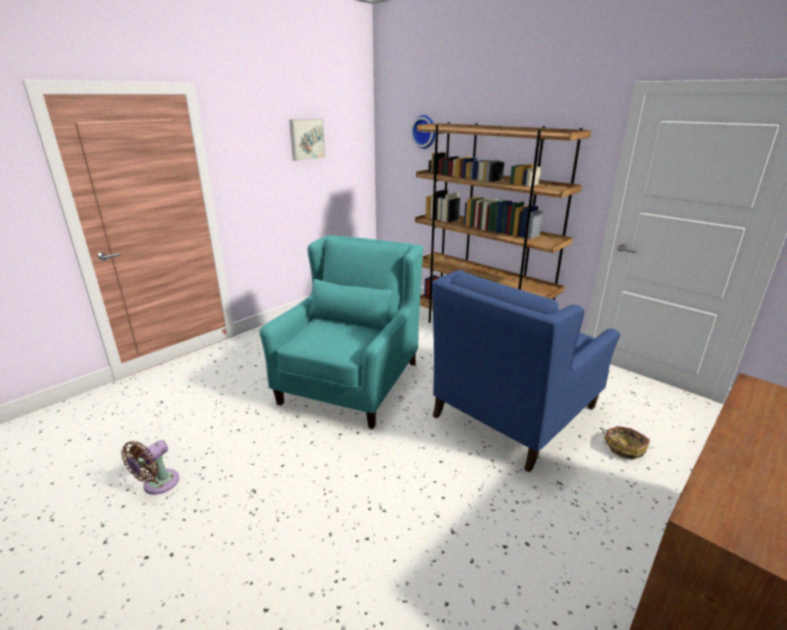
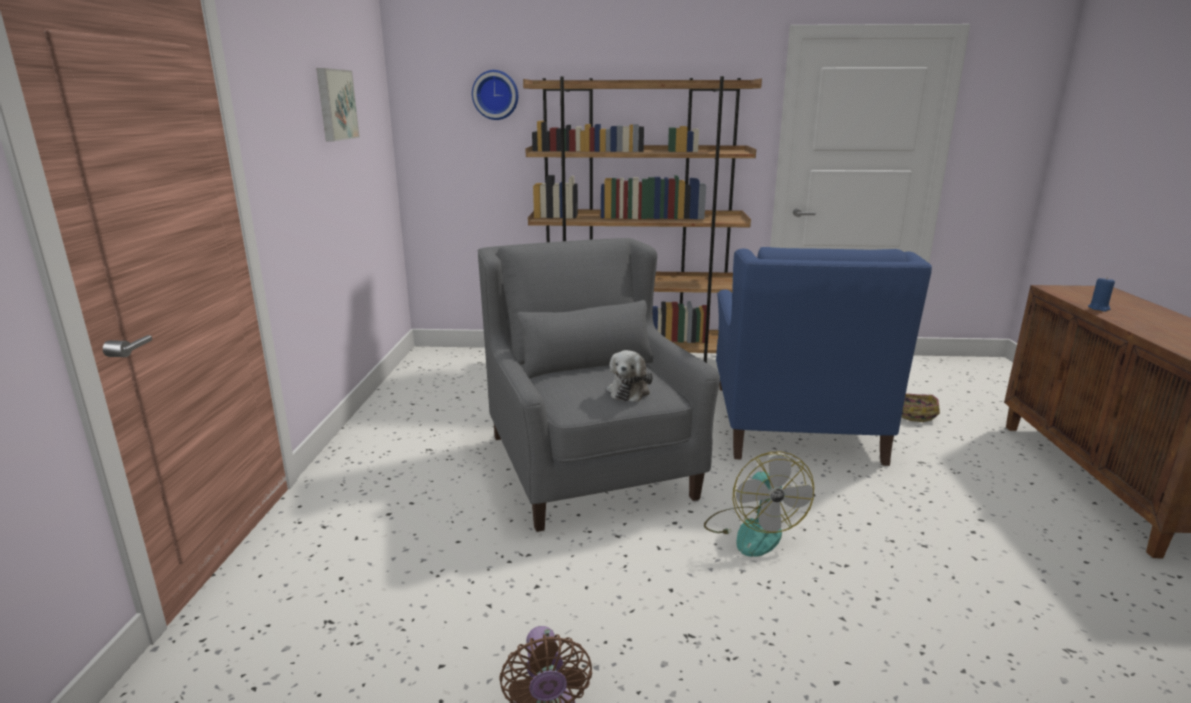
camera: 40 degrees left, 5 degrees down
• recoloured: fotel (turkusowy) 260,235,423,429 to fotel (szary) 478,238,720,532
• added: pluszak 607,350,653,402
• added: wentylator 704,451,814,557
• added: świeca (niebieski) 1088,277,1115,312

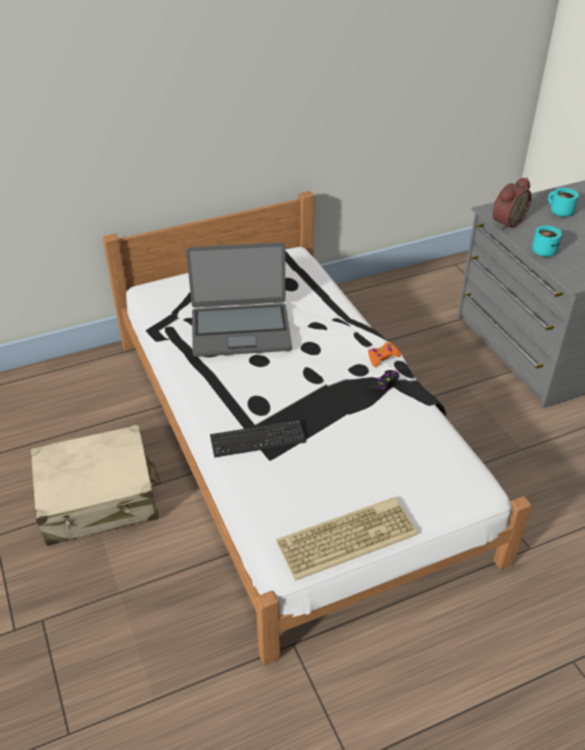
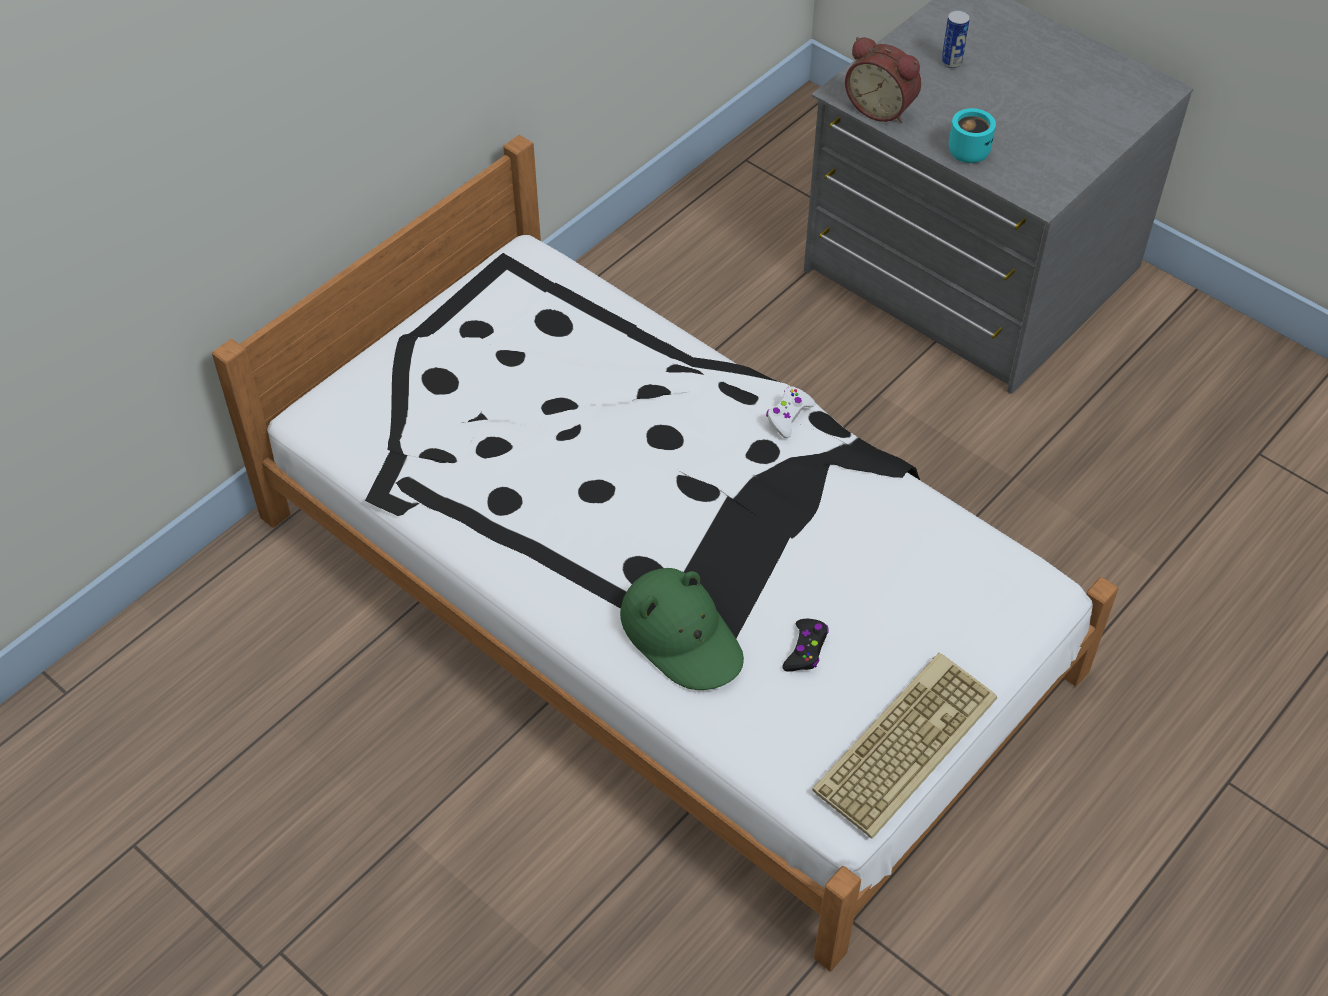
camera: 25 degrees left, 10 degrees up
• removed: walizka (beżowy) 31,424,161,546
• removed: laptop 186,242,292,357
• replaced: klawiatura 210,420,306,458 to kapelusz (zielony) 620,568,744,690
• moved: pad do gier (czarny) 367,370,400,391 to 782,618,829,672
• recoloured: pad do gier (pomarańczowy) 368,342,401,367 to pad do gier (biały) 766,386,815,438
• turned: budzik 492,177,532,230 = 845,37,921,123 105 degrees clockwise
• replaced: kubek (turkusowy) 548,188,579,217 to puszka 941,10,970,69

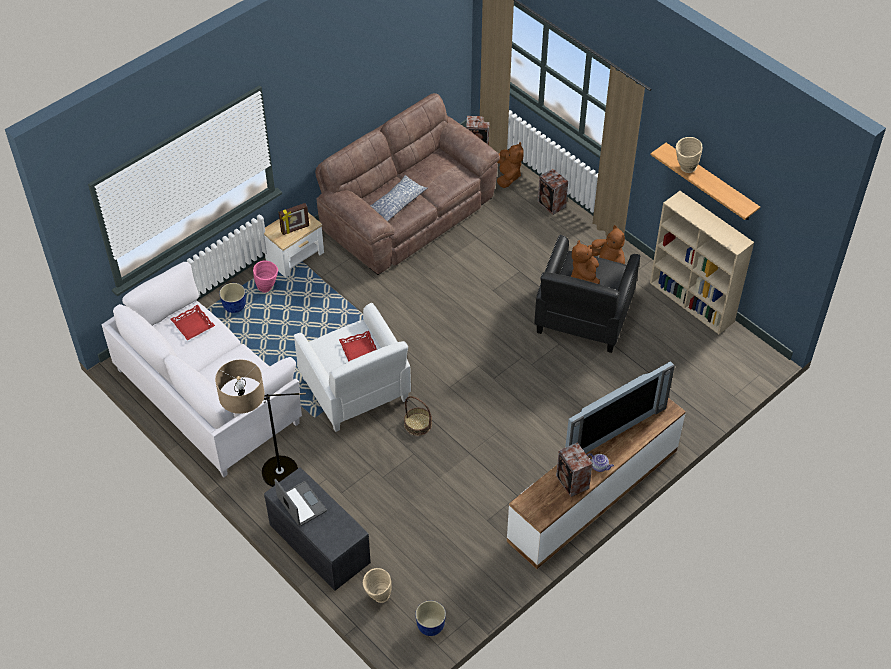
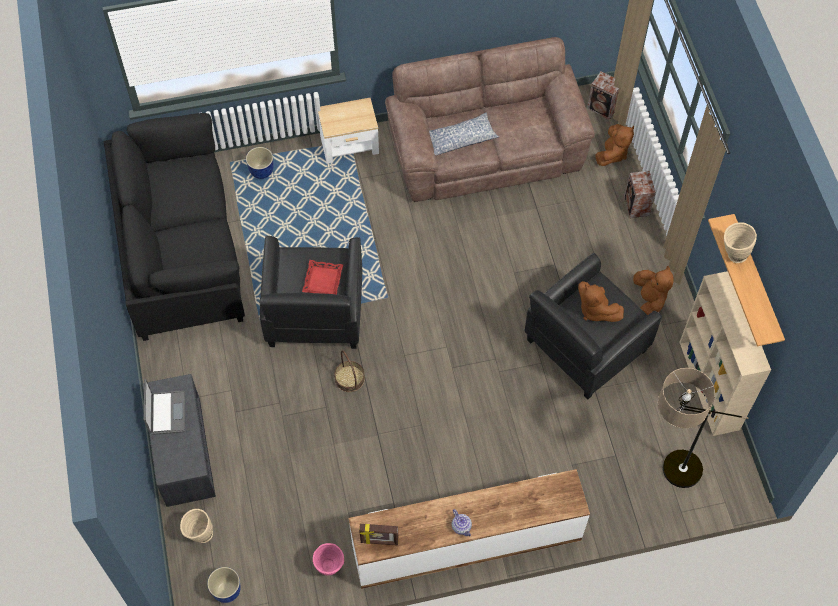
camera: 30 degrees right, 10 degrees up
• recoloured: kanapa (biały) 102,262,302,477 to kanapa (czarny) 103,113,245,341
• removed: taca (czerwony) 170,305,215,341
• moved: lampa stojąca 215,359,306,487 to 658,368,748,488
• moved: wazon (różowy) 253,260,278,293 to 313,543,344,575
• moved: ramka na zdjęcie 279,203,309,235 to 359,524,399,545
• recoloured: fotel (biały) 294,303,411,432 to fotel (czarny) 260,236,362,349
• removed: głośnik 556,442,593,497
• removed: telewizor 565,361,675,453
• turned: pluszak (brązowy) 571,240,600,284 = 578,281,624,322 75 degrees counterclockwise

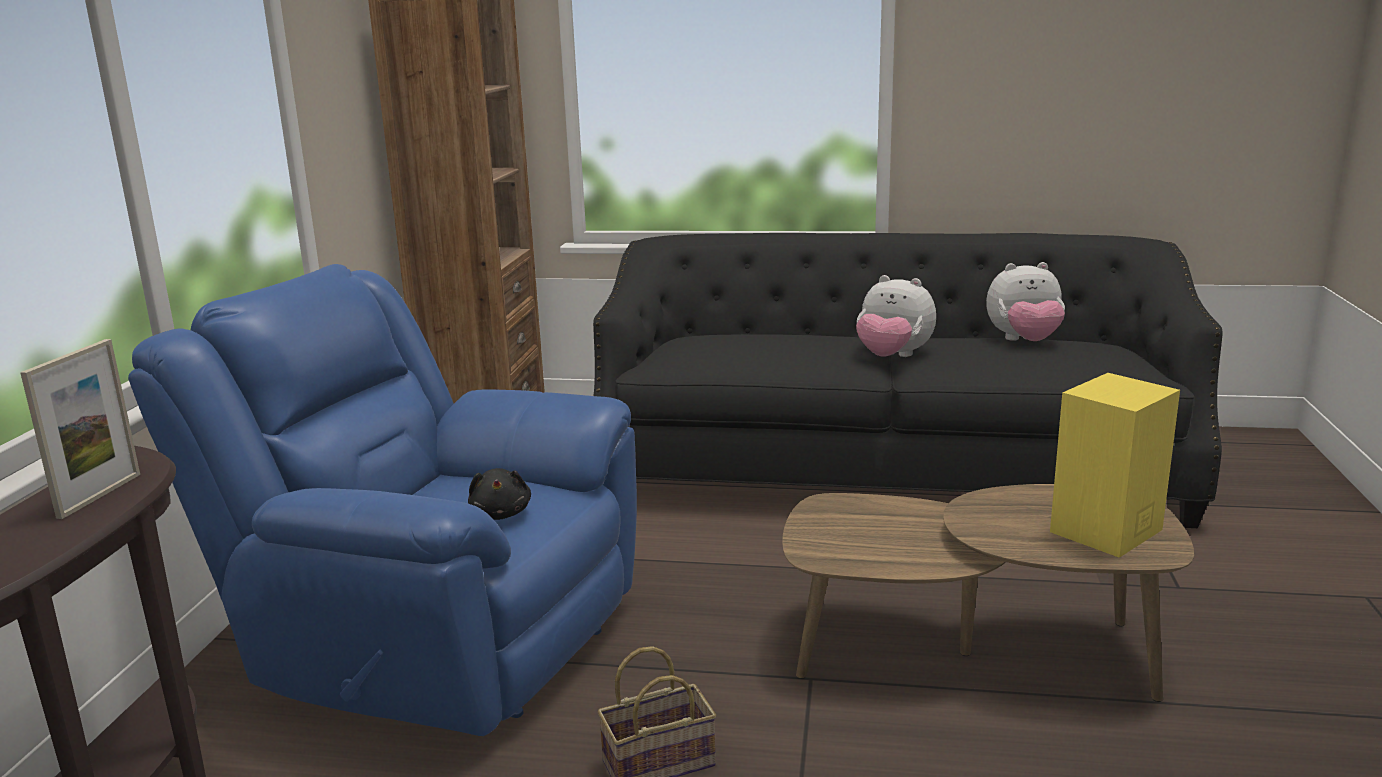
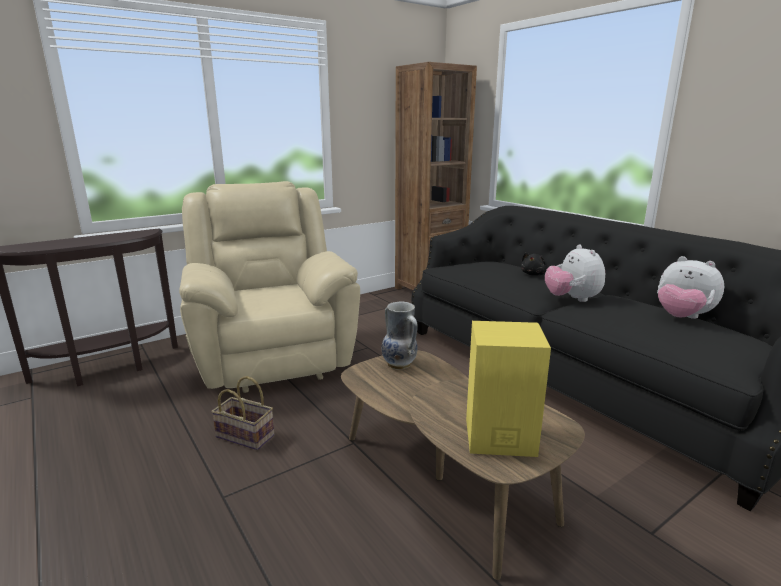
camera: 45 degrees right, 0 degrees up
• removed: ramka na zdjęcie 20,339,140,519
• recoloured: fotel (niebieski) 128,264,637,736 to fotel (beżowy) 179,181,360,393
• moved: pluszak (czarny) 468,468,531,520 to 521,252,549,276
• added: wazon 382,301,418,370

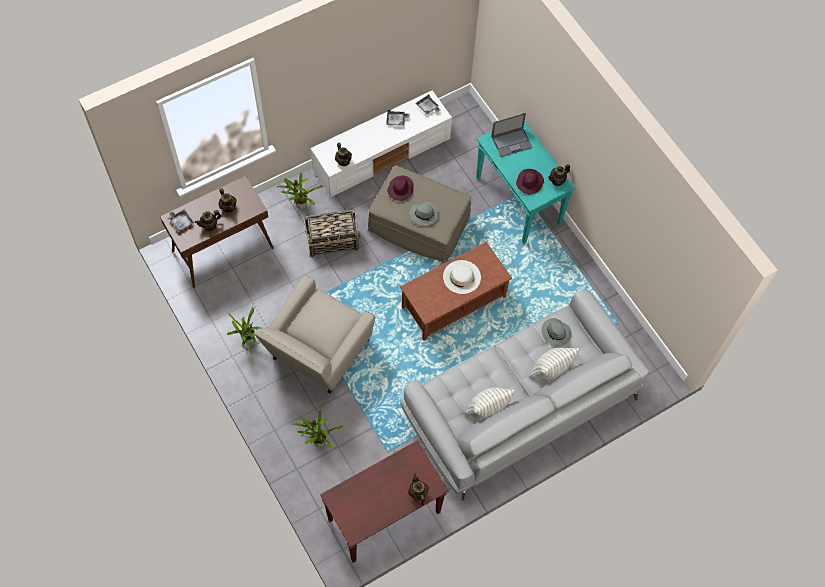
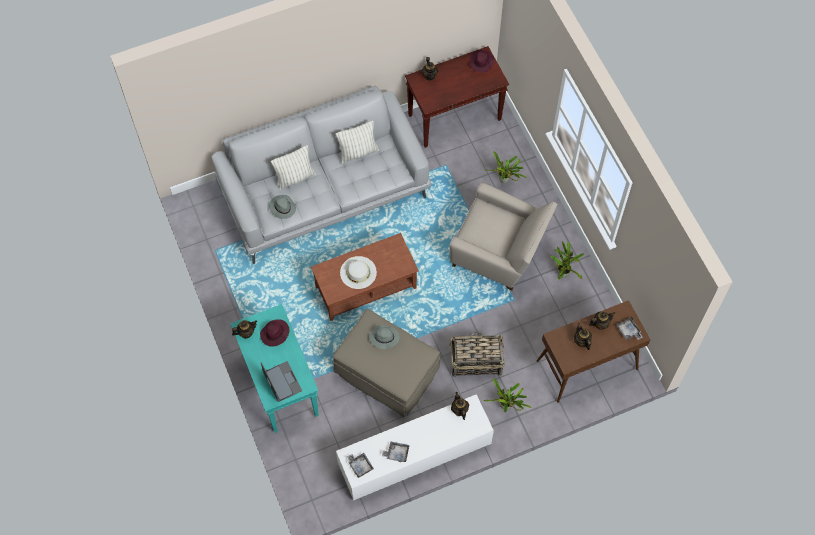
camera: 170 degrees left, 0 degrees up
• turned: fotel (beżowy) 254,275,376,394 = 449,183,558,291 75 degrees clockwise
• moved: kapelusz (fioletowy) 387,175,414,201 to 469,50,495,73
• turned: laptop 492,113,532,157 = 261,361,302,402 75 degrees clockwise

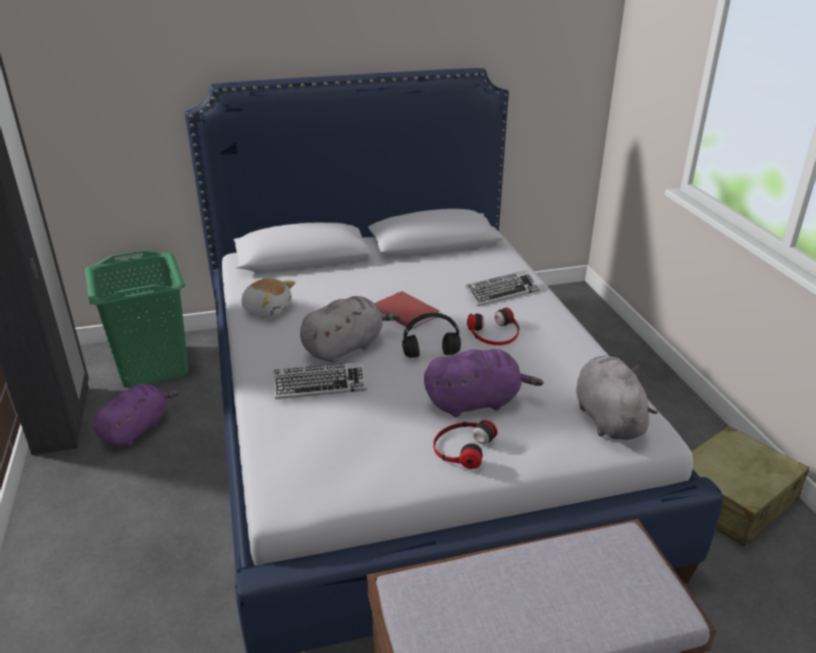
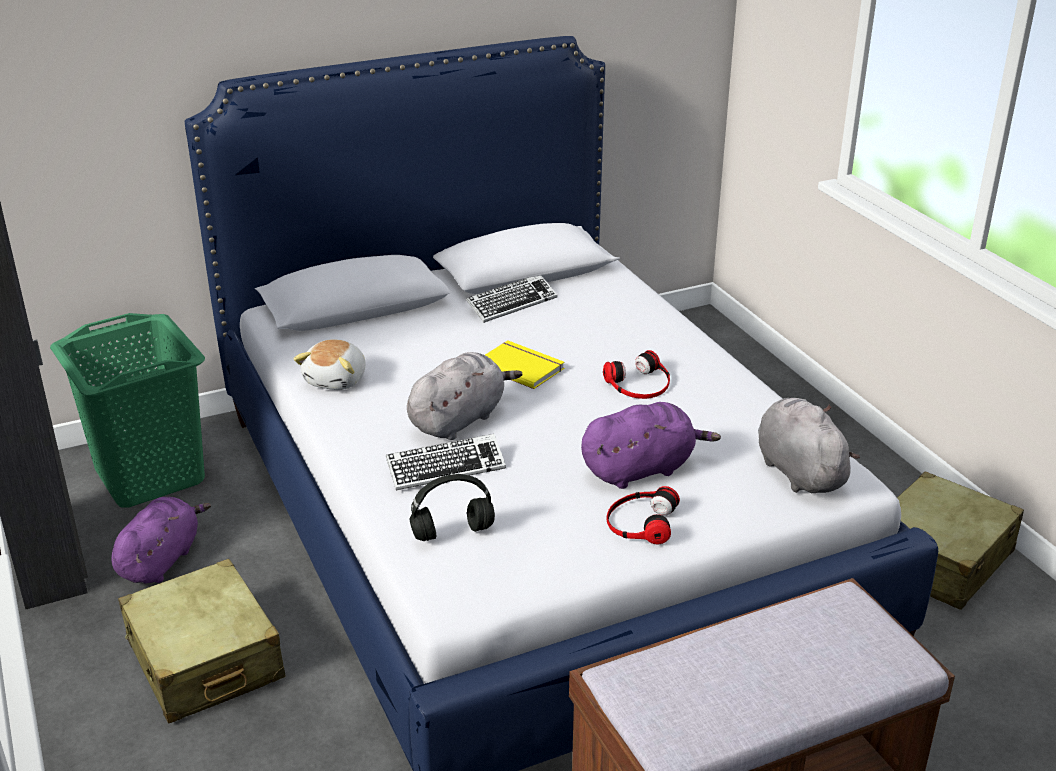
camera: 10 degrees left, 0 degrees up
• turned: pluszak 241,279,296,318 = 294,339,365,390 90 degrees clockwise
• recoloured: książka (czerwony) 374,291,440,330 to książka (żółty) 485,341,565,389
• moved: słuchawki (czarny) 402,313,461,358 to 410,474,495,541
• moved: klawiatura 465,270,540,306 to 466,276,557,323
• added: walizka (beżowy) 118,559,286,723

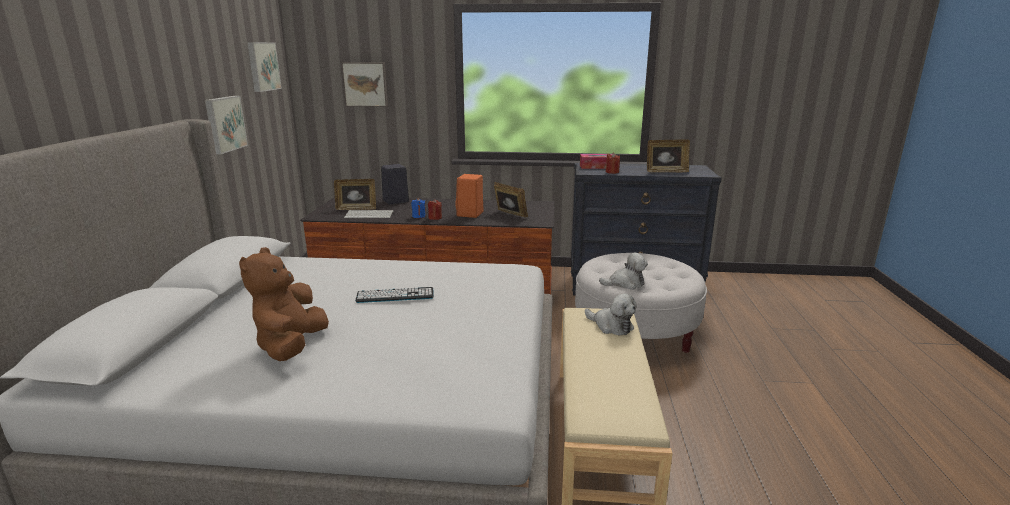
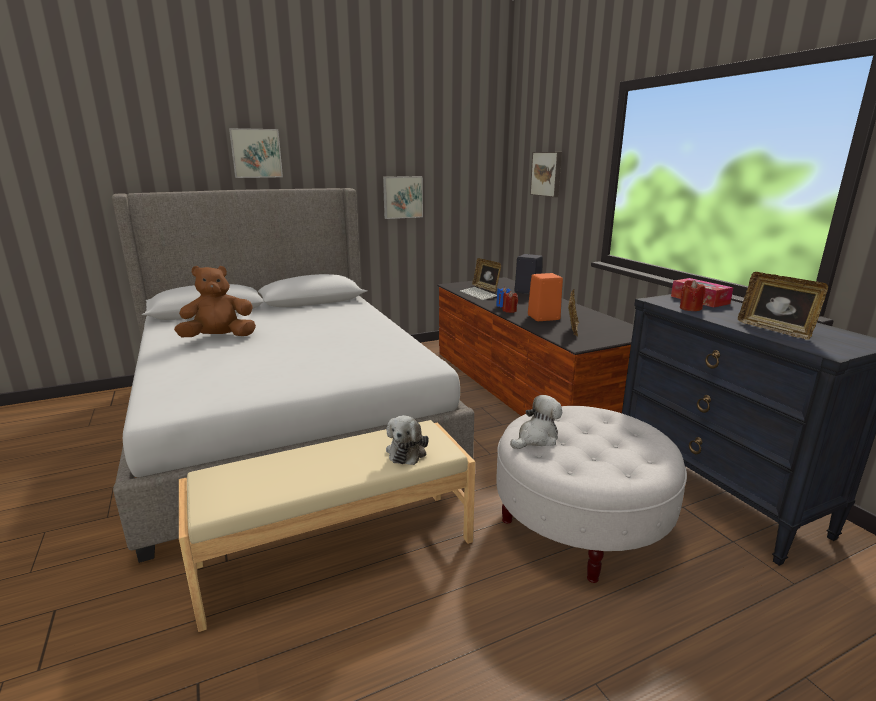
camera: 60 degrees right, 0 degrees up
• moved: obraz 247,42,282,92 to 229,128,283,178
• removed: klawiatura 355,287,434,303
• turned: pluszak 599,252,648,290 = 510,395,562,449 90 degrees counterclockwise

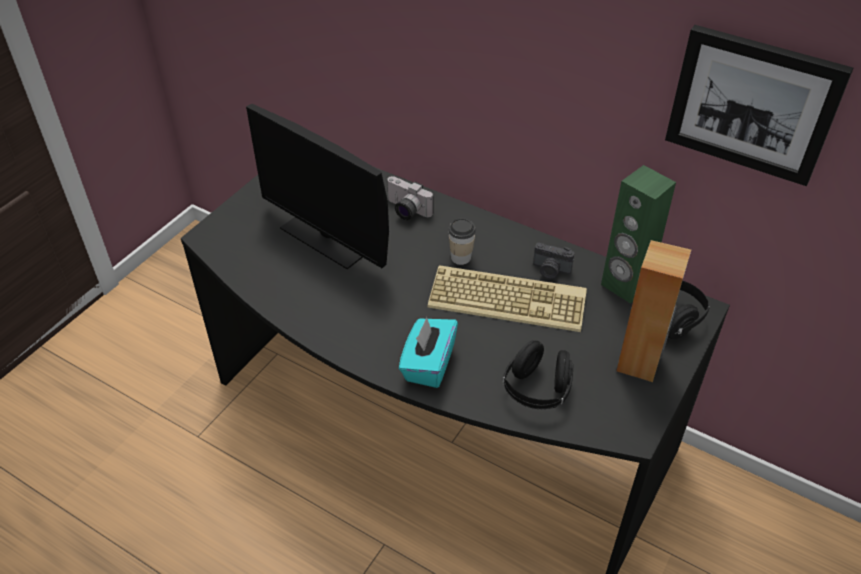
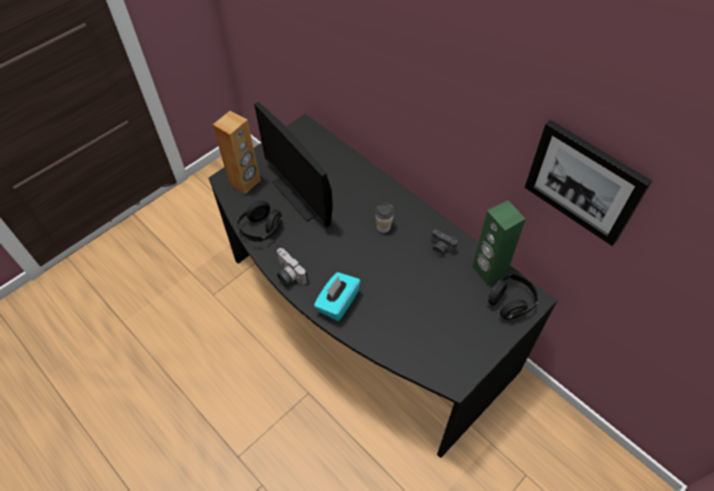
camera: 15 degrees right, 10 degrees up
• moved: aparat fotograficzny 386,176,434,220 to 277,248,308,286
• removed: klawiatura 428,265,587,332
• moved: słuchawki (czarny) 503,340,574,409 to 237,201,282,242
• moved: głośnik (brązowy) 616,240,691,382 to 213,111,260,194

